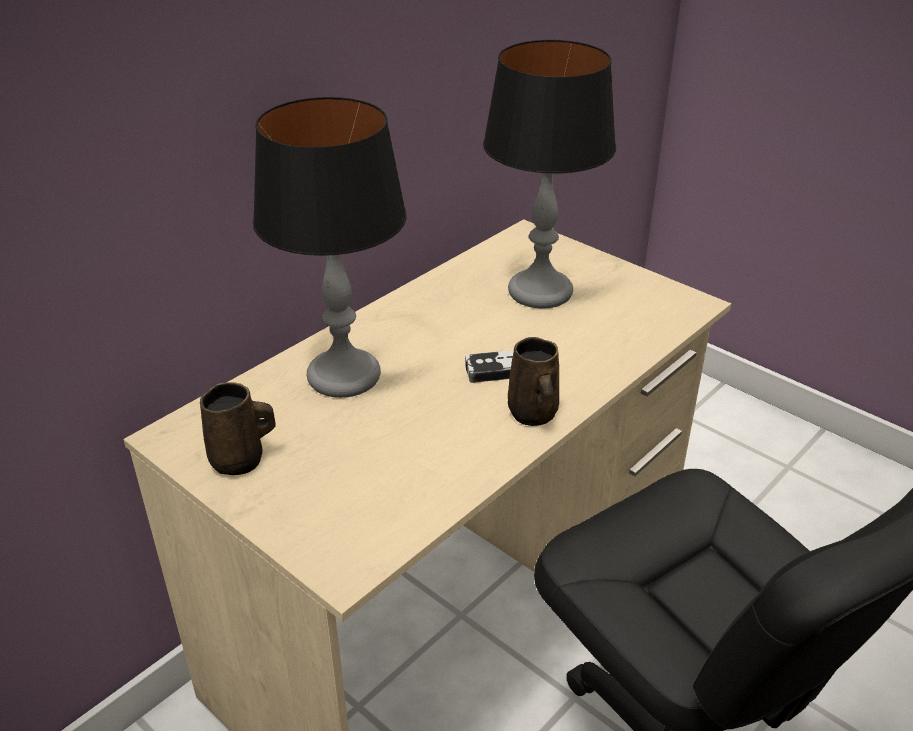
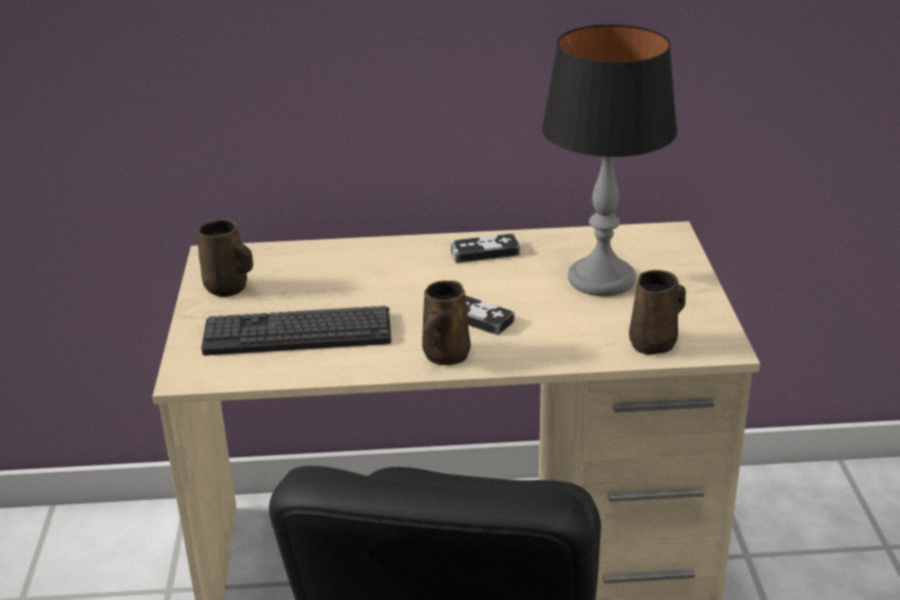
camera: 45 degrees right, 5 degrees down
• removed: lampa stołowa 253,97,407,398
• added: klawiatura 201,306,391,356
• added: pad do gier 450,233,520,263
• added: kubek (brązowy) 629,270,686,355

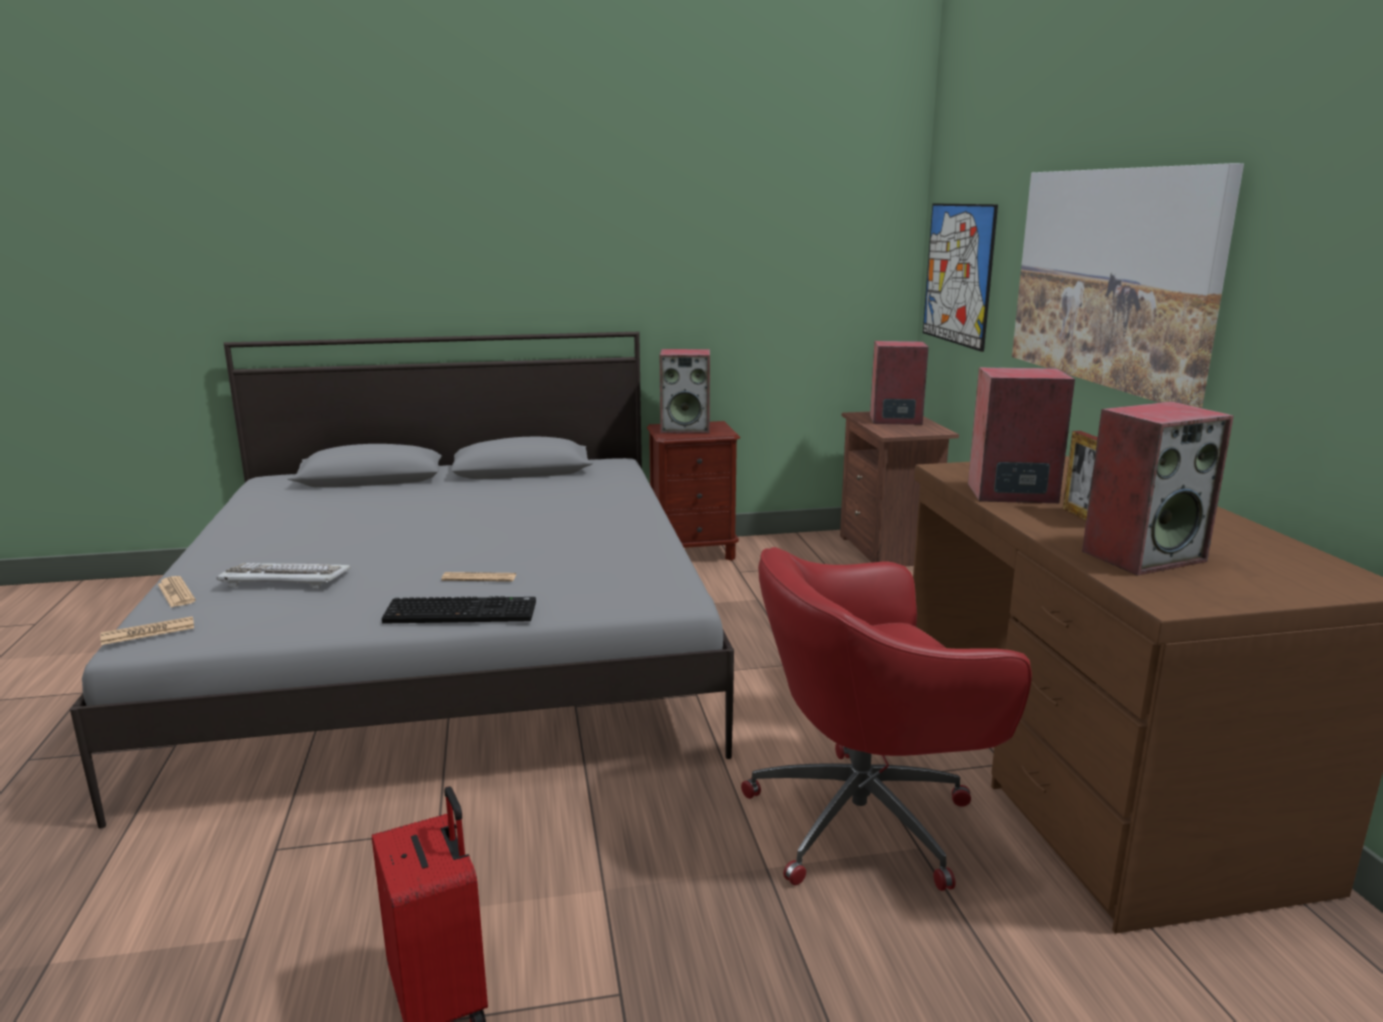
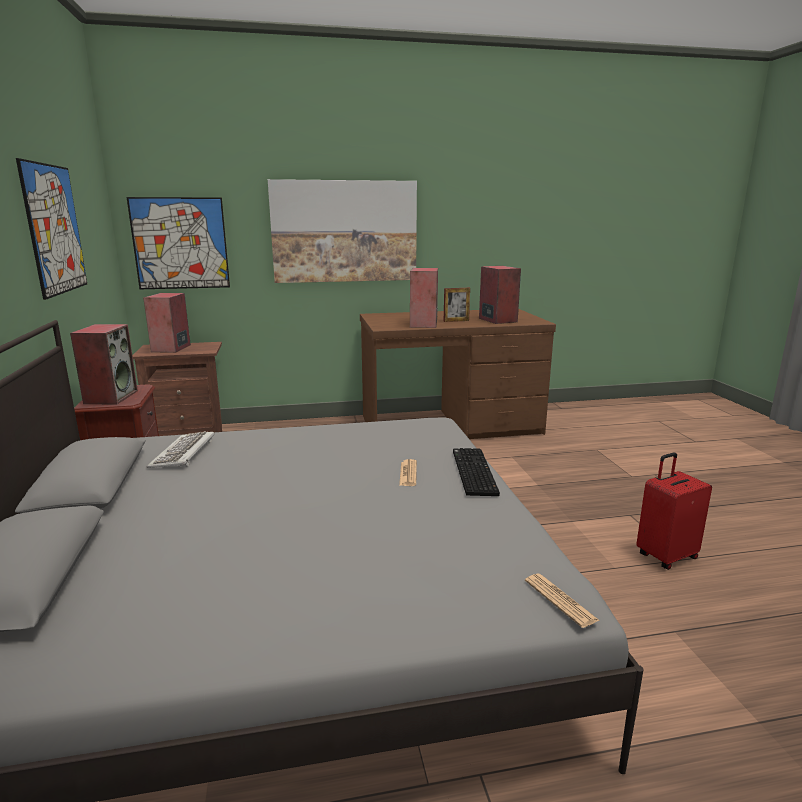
camera: 90 degrees left, 0 degrees up
• removed: gazeta 158,576,196,607
• moved: klawiatura 216,563,351,589 to 147,431,215,468
• removed: krzesło biurowe (czerwony) 741,547,1032,891
• added: obraz 16,158,87,300

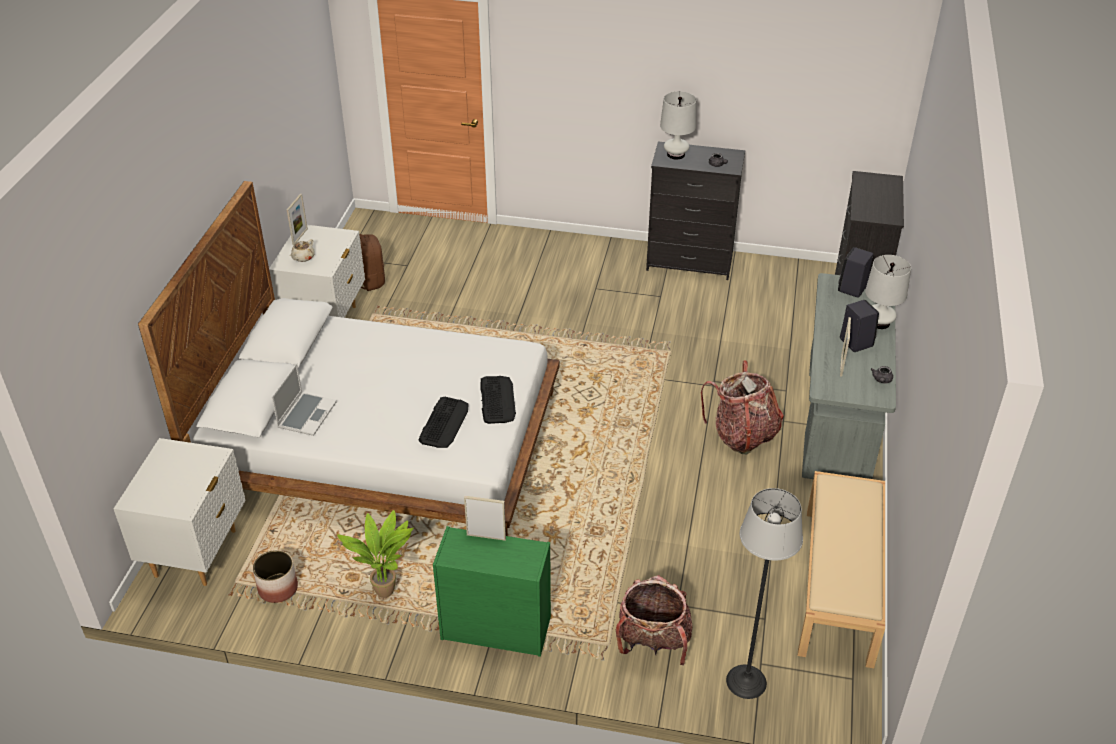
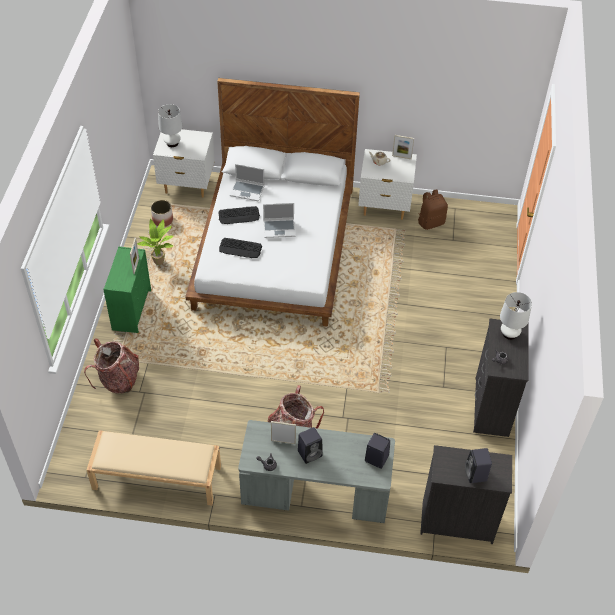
camera: 85 degrees right, 10 degrees up
• moved: klawiatura 480,376,516,424 to 218,206,260,224
• removed: lampa stojąca 726,488,803,699
• moved: lampa stołowa (biały) 865,255,911,329 to 158,104,183,147
• added: laptop 263,203,296,238
• added: głośnik (czarny) 465,448,492,483

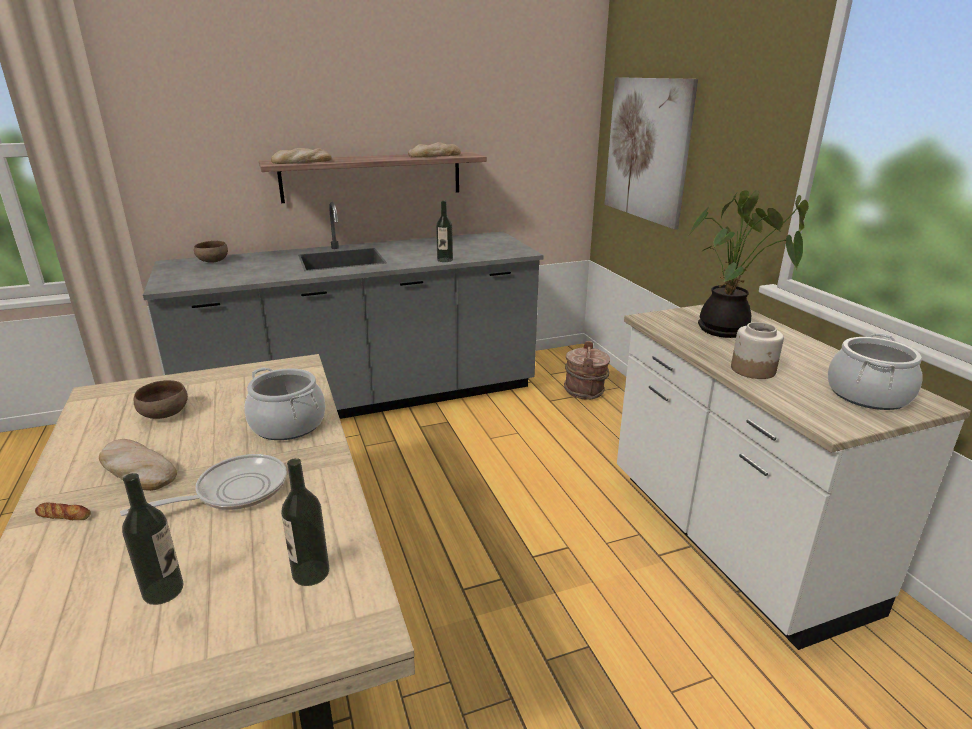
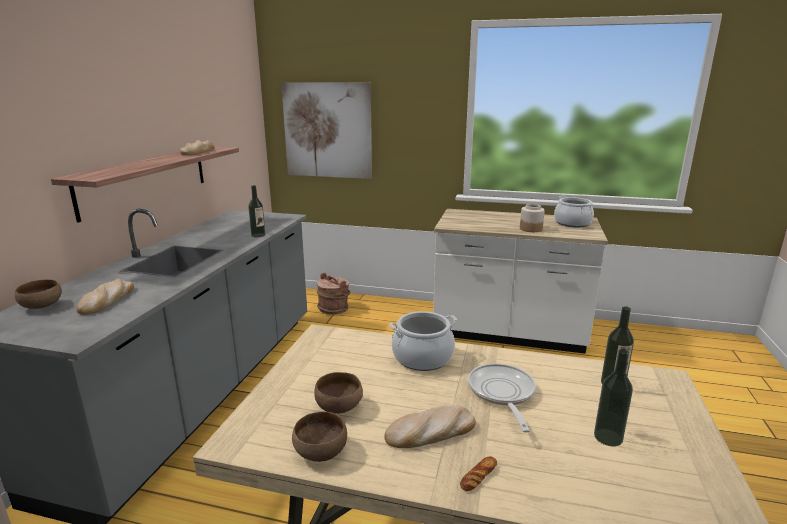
camera: 55 degrees left, 5 degrees down
• moved: chleb 271,148,332,164 to 76,279,134,315
• removed: roślina doniczkowa 690,190,809,338
• added: miska (brązowy) 292,411,347,462

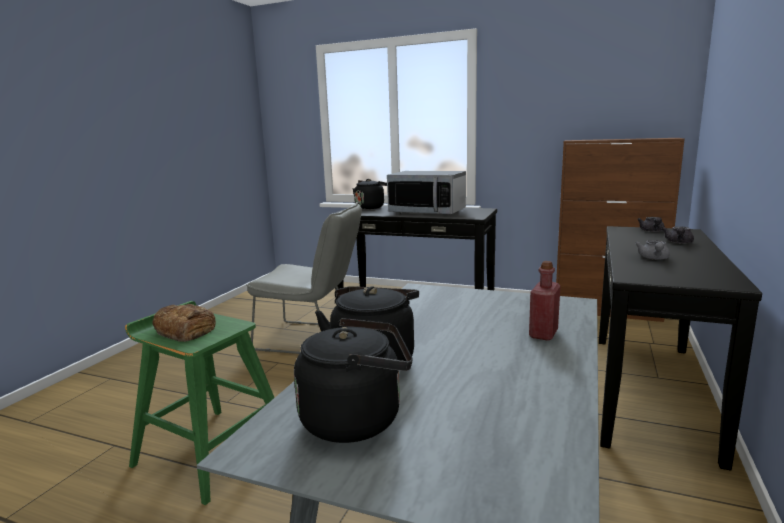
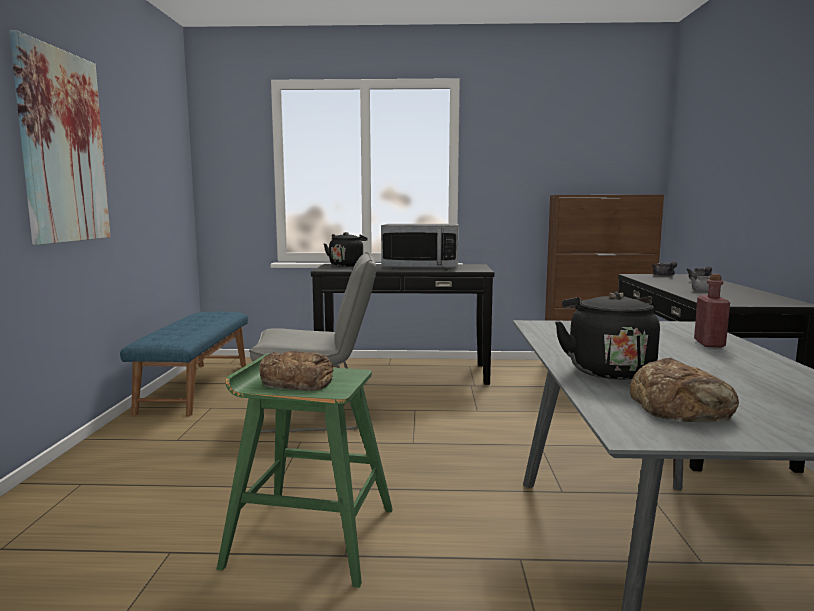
camera: 20 degrees left, 5 degrees down
• replaced: czajnik (czarny) 294,318,412,443 to chleb 630,358,739,422
• added: obraz 9,30,110,245
• added: ławka (niebieski) 120,312,248,416

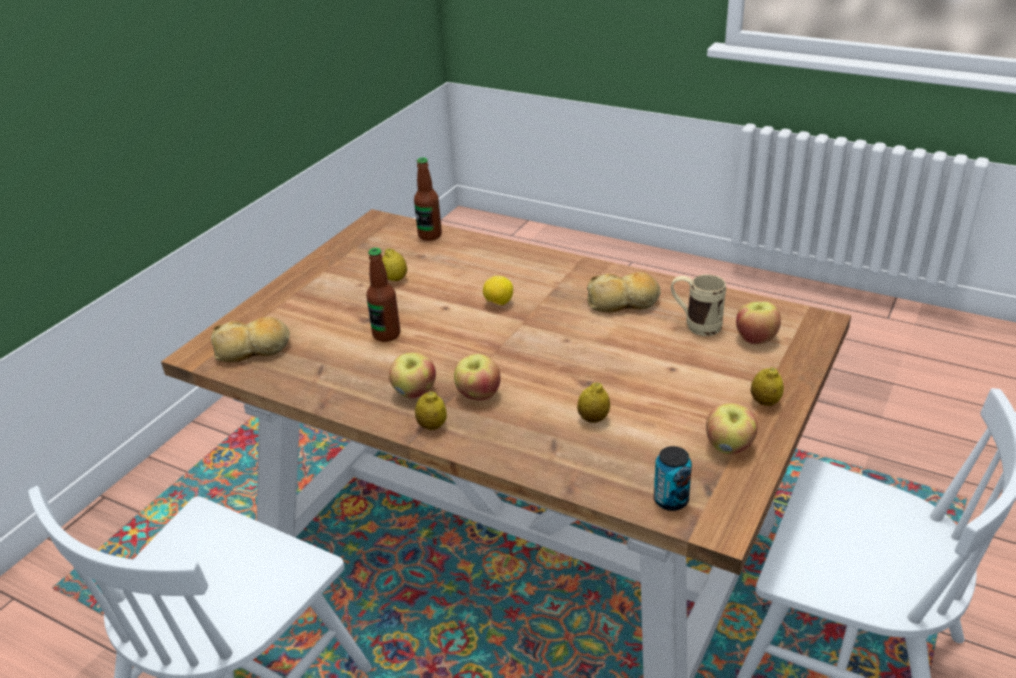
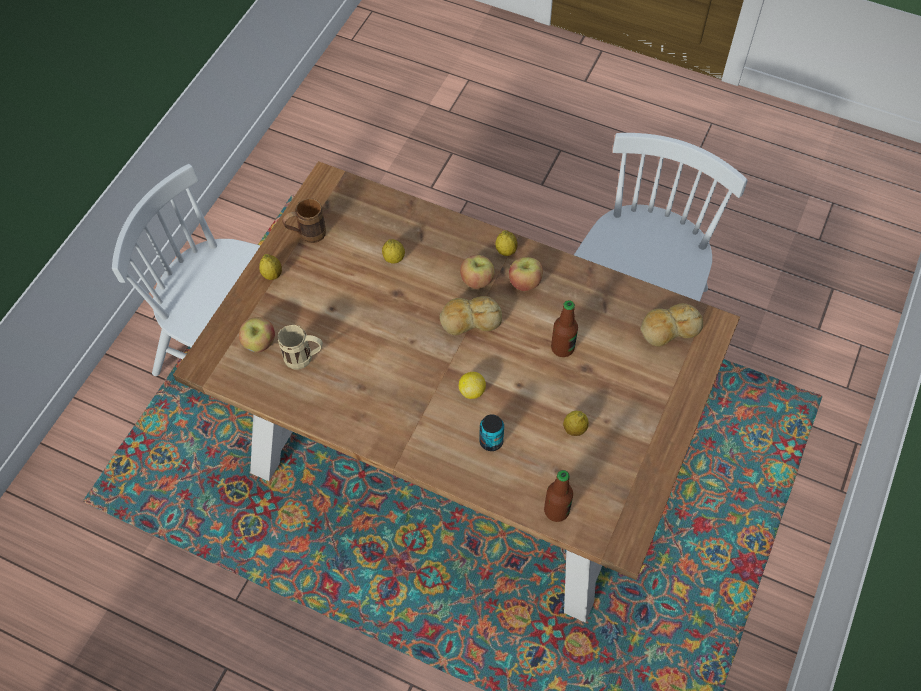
camera: 175 degrees right, 25 degrees up
• moved: chleb 587,272,661,312 to 439,296,502,335
• moved: puszka 654,446,692,511 to 479,414,504,451
• replaced: jabłko 706,403,758,454 to kubek (brązowy) 282,198,326,243

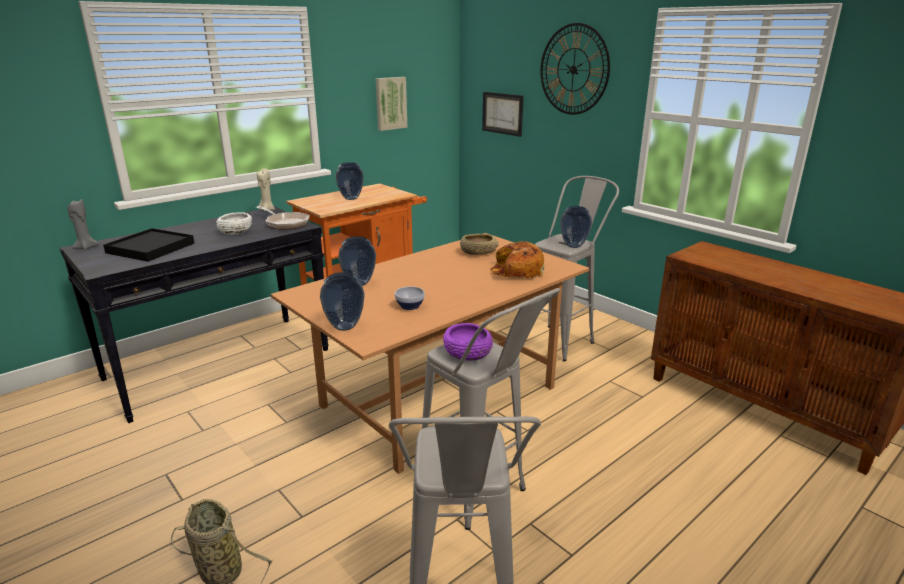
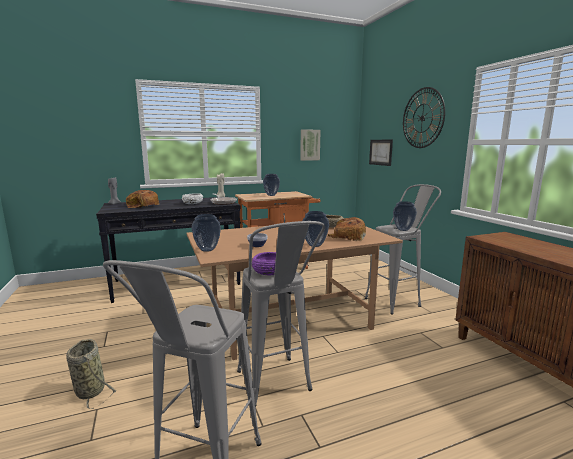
camera: 20 degrees right, 10 degrees down
• replaced: taca (czarny) 103,228,194,262 to chleb 126,190,159,208
• moved: wazon 338,236,376,286 to 303,211,329,247

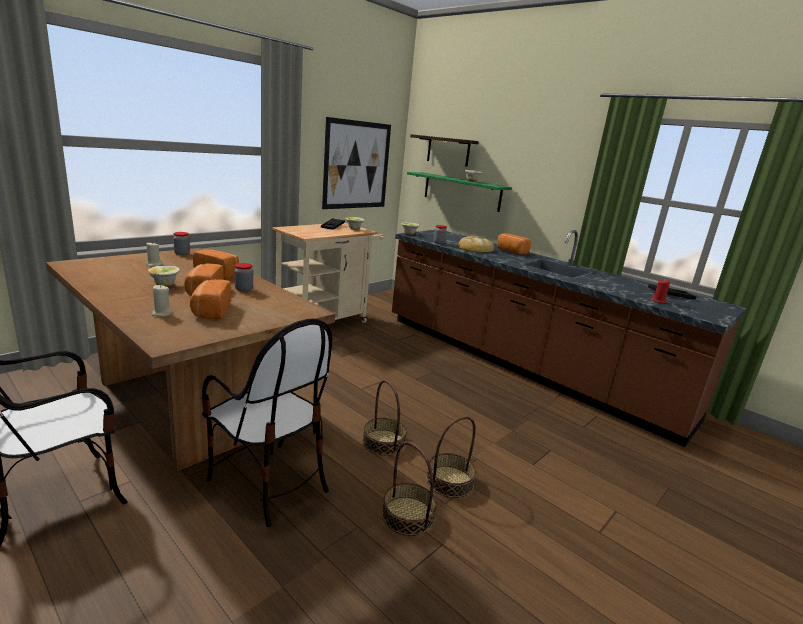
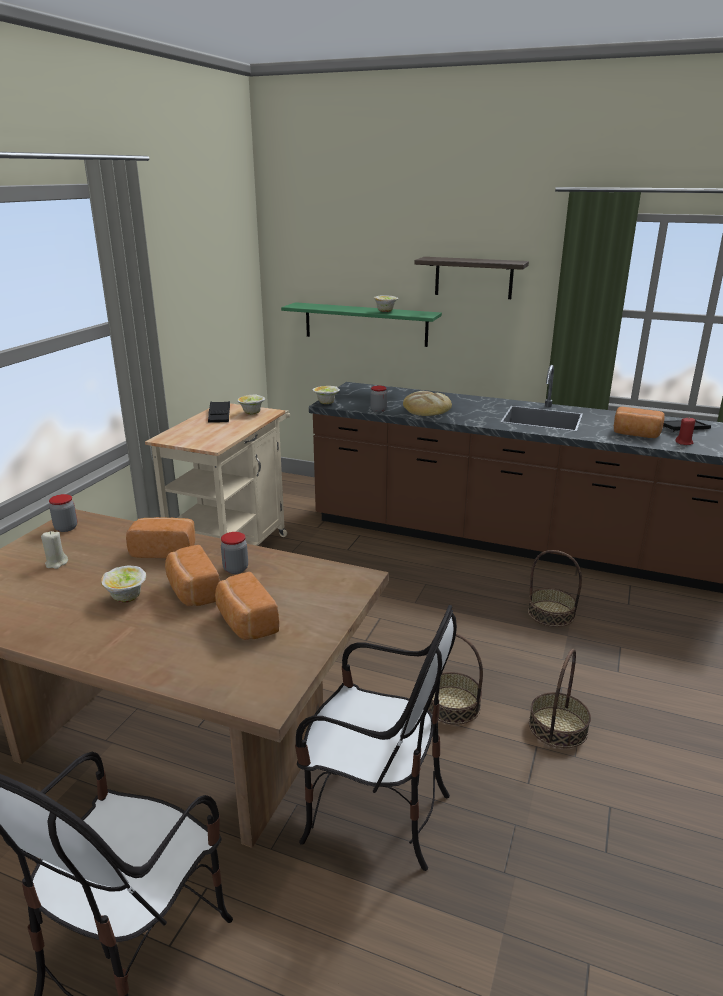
camera: 20 degrees left, 5 degrees up
• removed: świeca (beżowy) 152,285,172,317
• removed: obraz 322,117,391,209
• moved: koszyk 382,441,437,536 to 528,550,582,627
• moved: półka 410,134,479,167 to 415,257,529,299
• moved: chleb 497,233,531,255 to 614,407,665,438

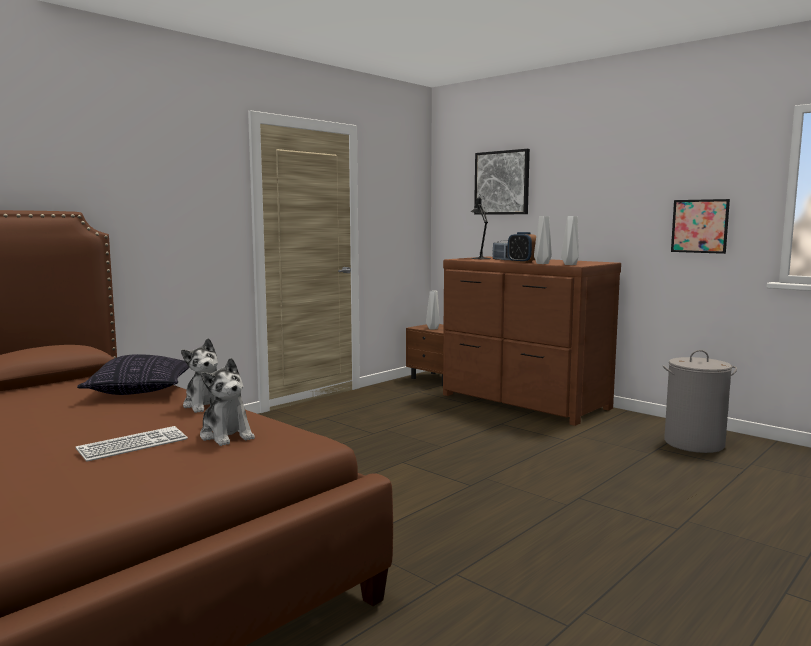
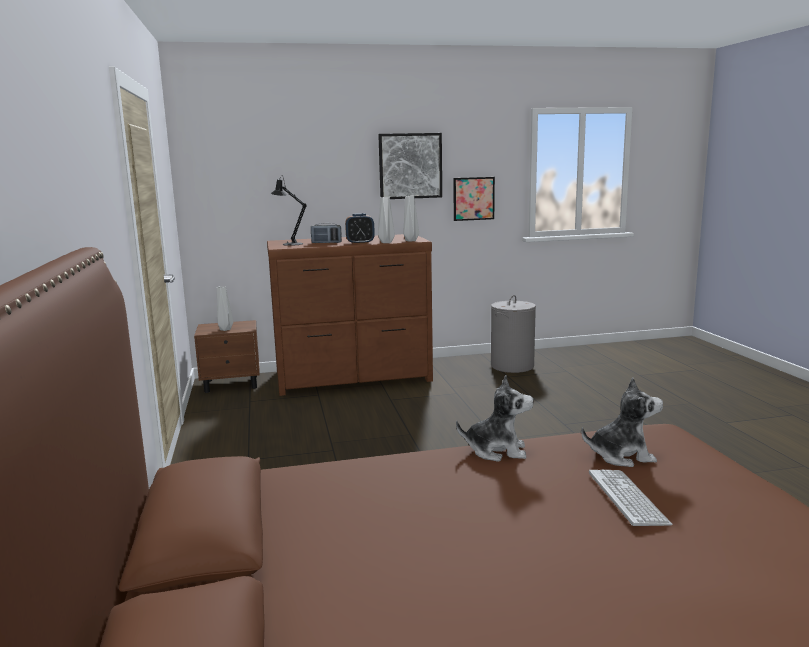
camera: 55 degrees left, 5 degrees up
• removed: poduszka 77,354,189,395
• moved: obraz 474,149,530,215 to 378,133,442,199

